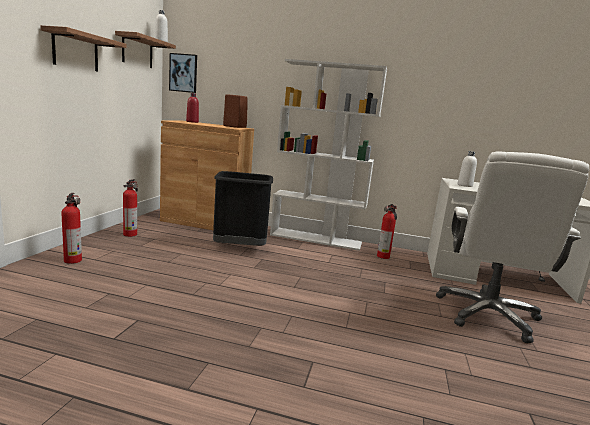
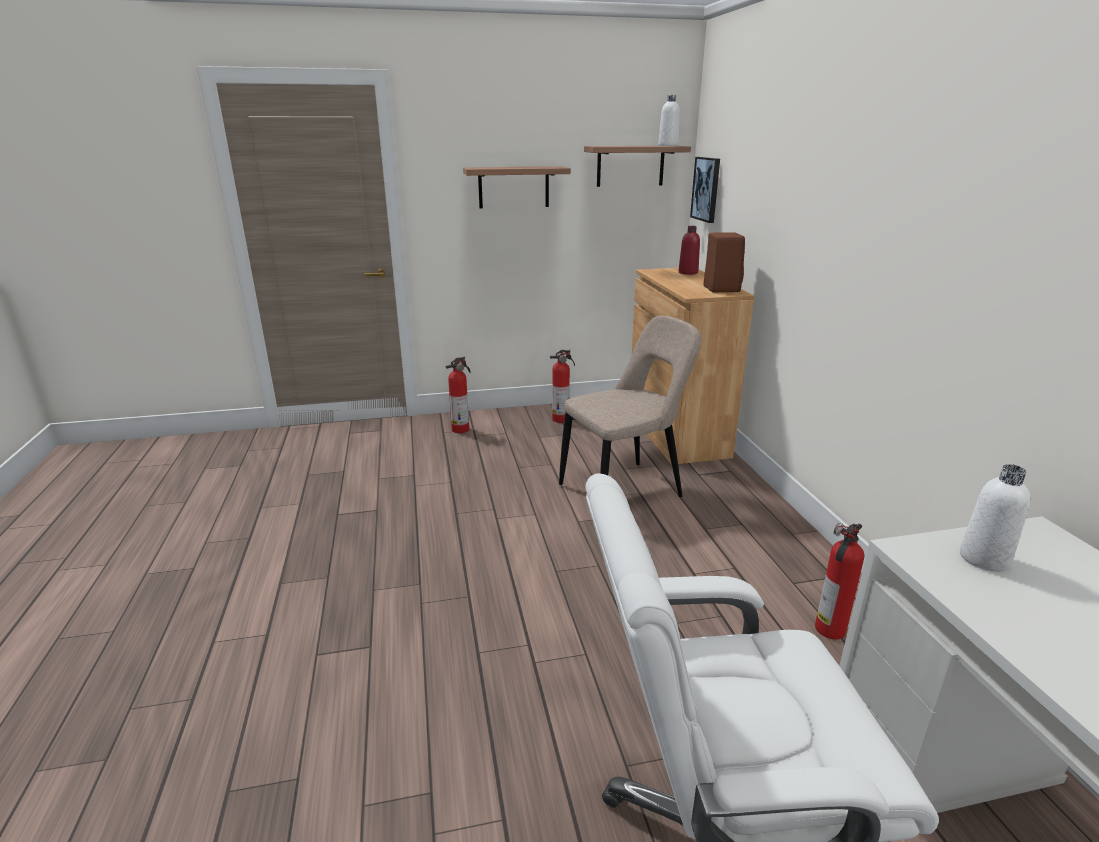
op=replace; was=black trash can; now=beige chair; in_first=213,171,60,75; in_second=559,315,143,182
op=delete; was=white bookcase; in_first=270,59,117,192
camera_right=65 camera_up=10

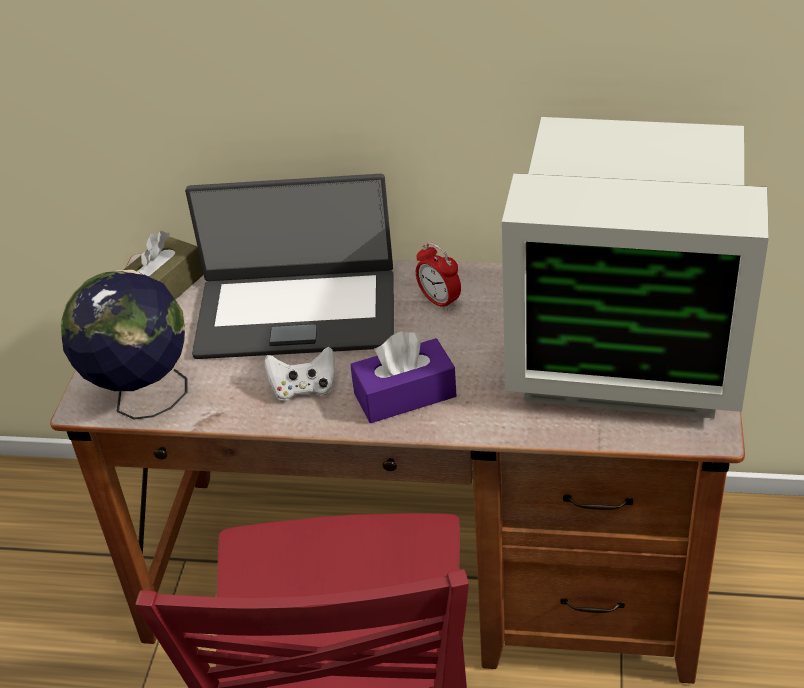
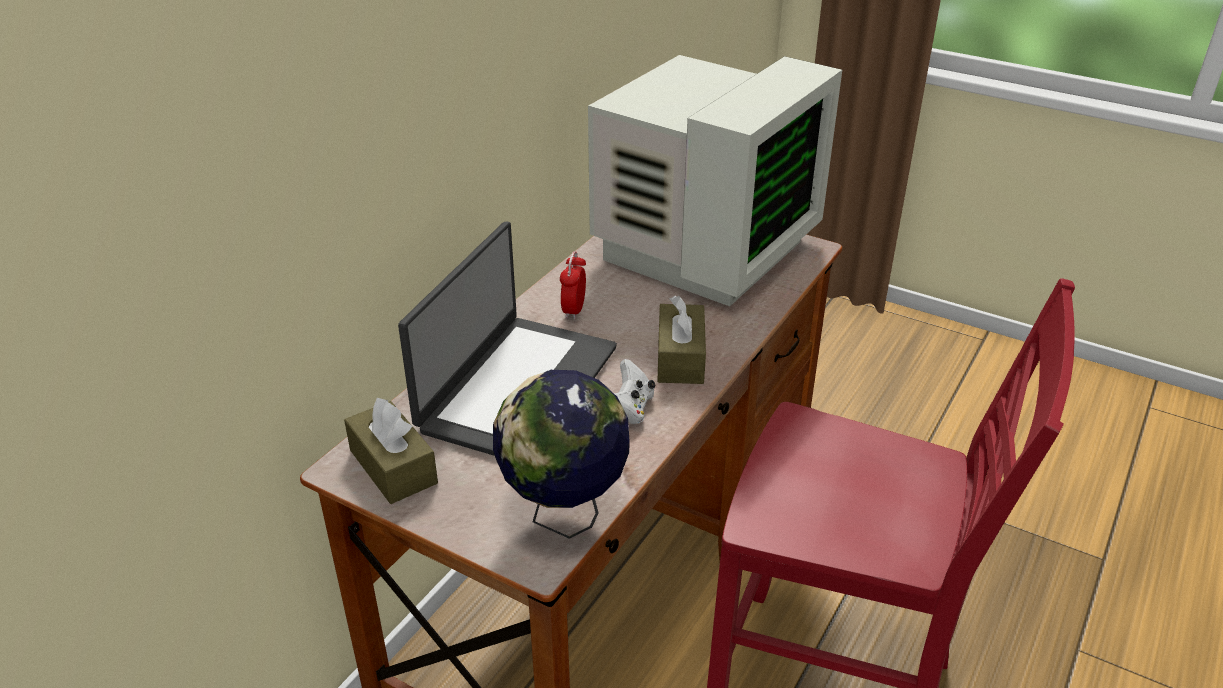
op=rotate; was=alarm clock; in_first=416,242,45,69; in_second=560,251,26,68; clockwise=120
op=recolor; was=purple tissue box; now=brown tissue box; in_first=350,331,106,92; in_second=657,296,49,88
camera_right=-70 camera_up=-5

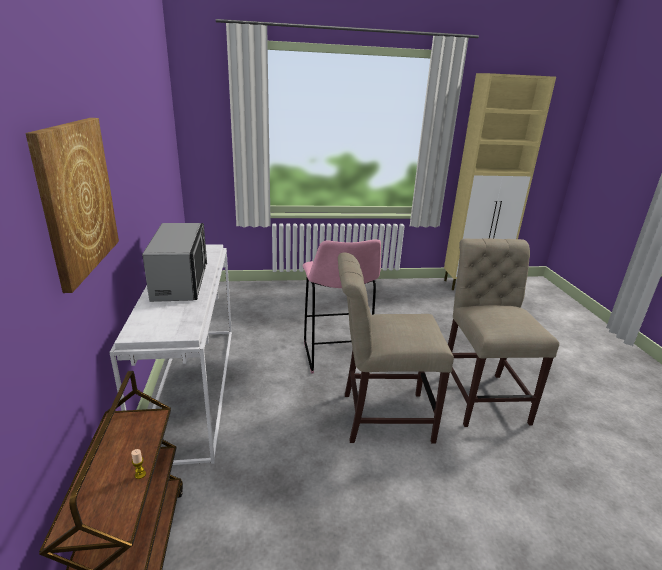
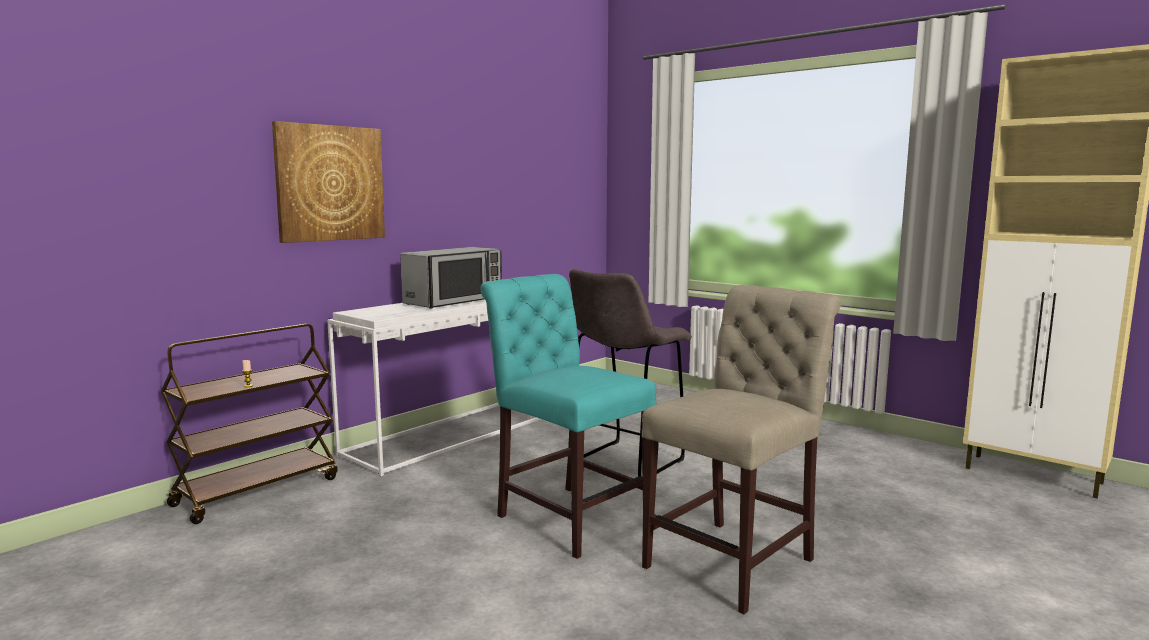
op=recolor; was=beige chair; now=turquoise chair; in_first=338,252,116,191; in_second=481,274,175,285
op=recolor; was=pink stool; now=grey stool; in_first=302,239,79,135; in_second=569,269,123,208
camera_right=50 camera_up=-15

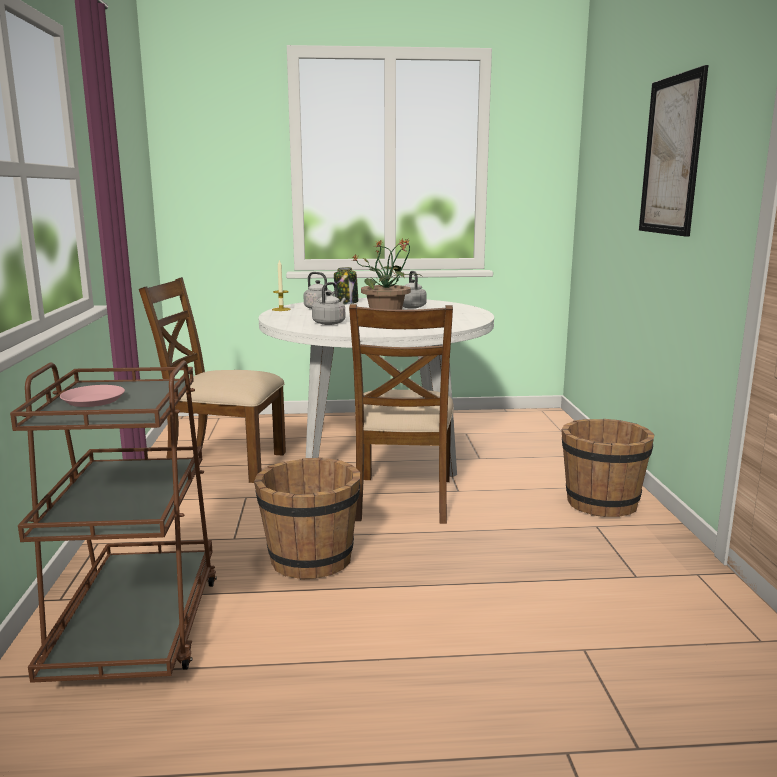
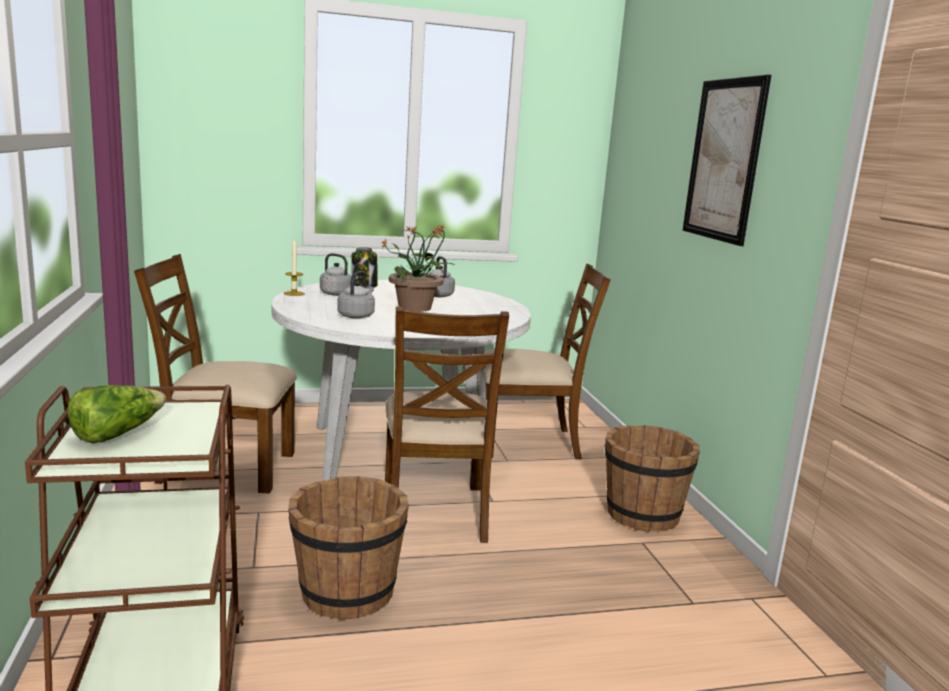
op=replace; was=pink plate; now=lettuce; in_first=60,385,65,22; in_second=67,385,99,59
op=insert; now=brown chair; in_second=485,263,125,197
camera_right=-10 camera_up=0

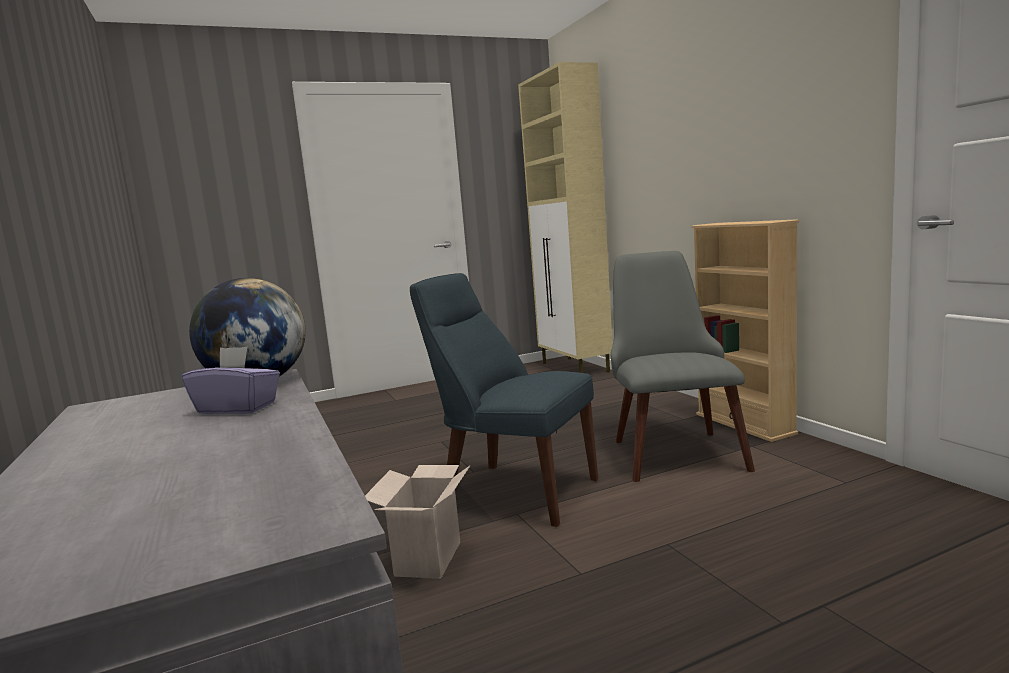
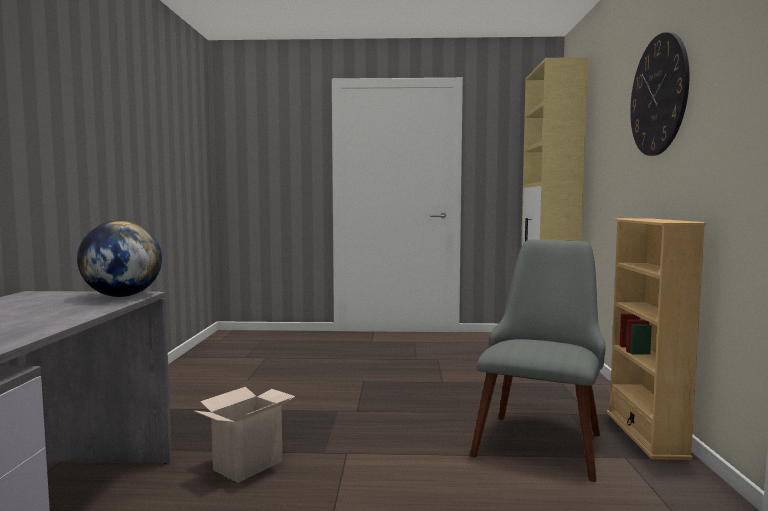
op=insert; now=wall clock; in_second=630,32,59,124
op=delete; was=purple tissue box; in_first=182,347,98,67
op=delete; was=blue chair; in_first=410,273,188,254
camera_right=25 camera_up=-5

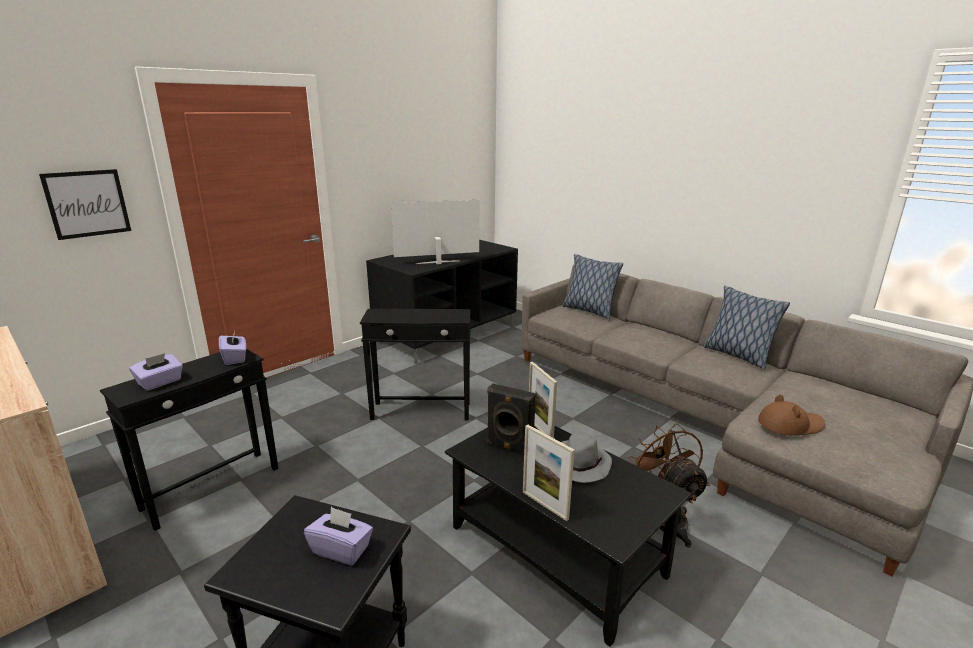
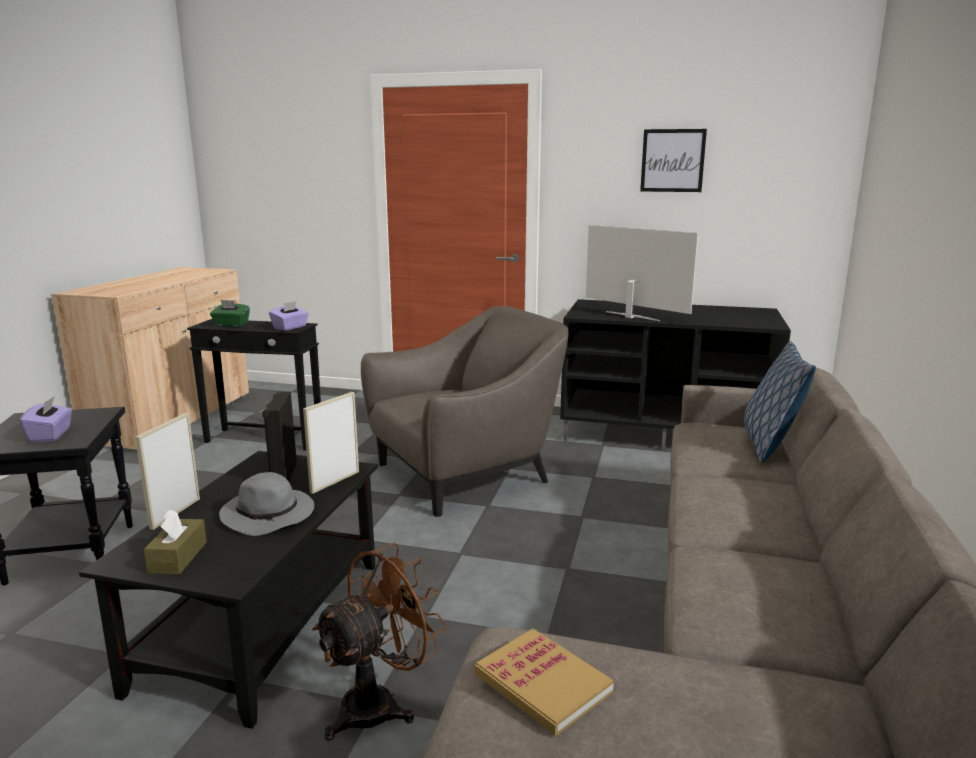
op=insert; now=brown tissue box; in_second=144,509,63,65
op=recolor; was=purple tissue box; now=green tissue box; in_first=129,353,54,38; in_second=210,300,40,27
op=replace; was=black side table; now=grey armchair; in_first=360,309,111,111; in_second=361,306,207,211
op=replace; was=brown hat; now=book; in_first=758,395,67,40; in_second=475,629,139,107
op=move; was=picture; in_first=39,169,92,71; in_second=640,129,67,63
op=delete; was=pillow; in_first=704,286,86,84
camera_right=60 camera_up=-5

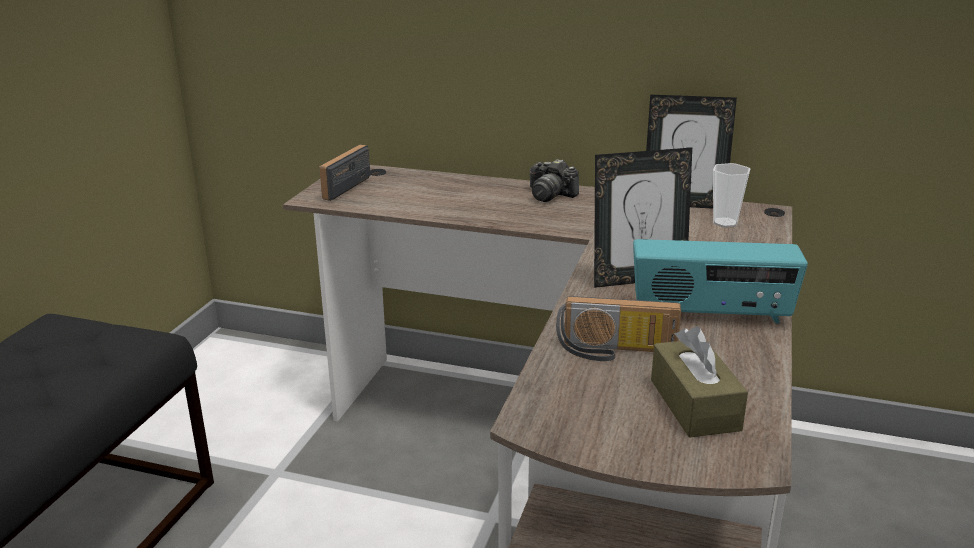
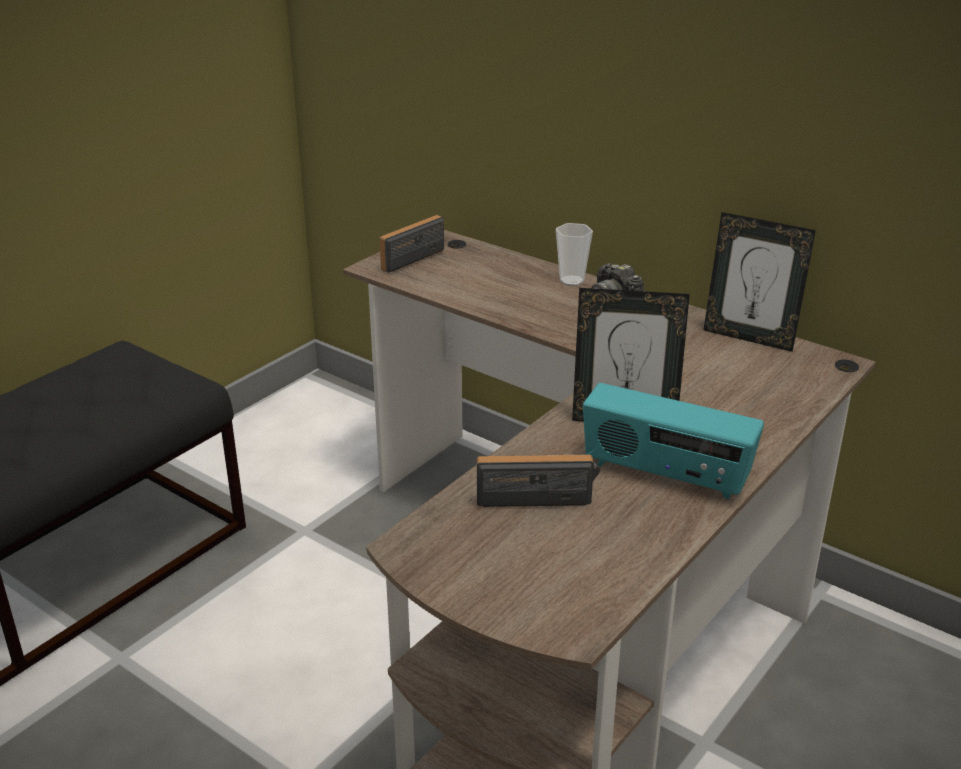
op=rotate; was=radio; in_first=556,296,125,65; in_second=477,454,123,53; clockwise=150
op=move; was=cup; in_first=713,163,37,65; in_second=556,223,37,63
op=delete; was=brown tissue box; in_first=651,326,97,112
camera_right=20 camera_up=5

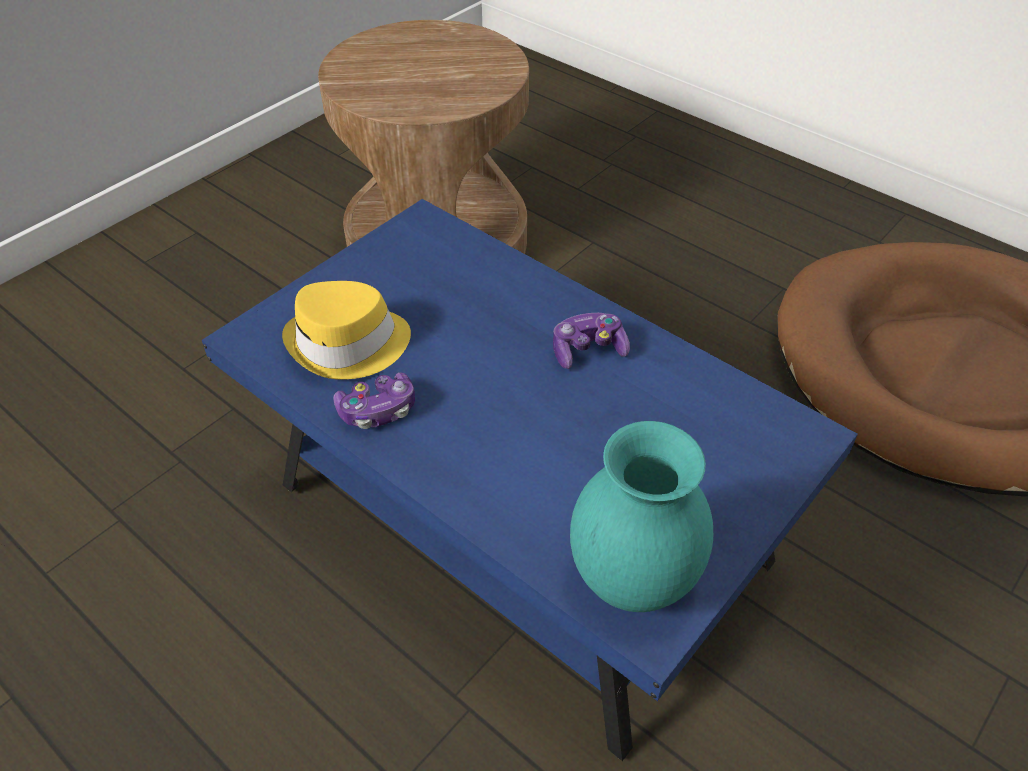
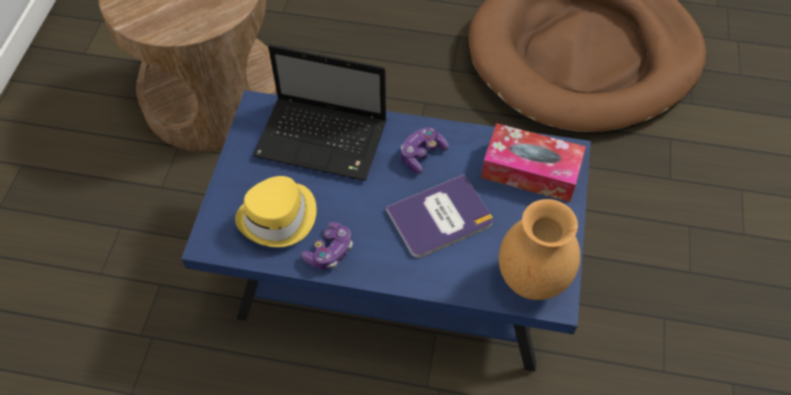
op=insert; now=laptop; in_second=253,45,133,136
op=insert; now=book; in_second=386,174,107,84
op=insert; now=tissue box; in_second=481,123,105,79
op=recolor; was=turquoise vase; now=brown vase; in_first=570,421,143,191; in_second=499,199,81,101
camera_right=-30 camera_up=10

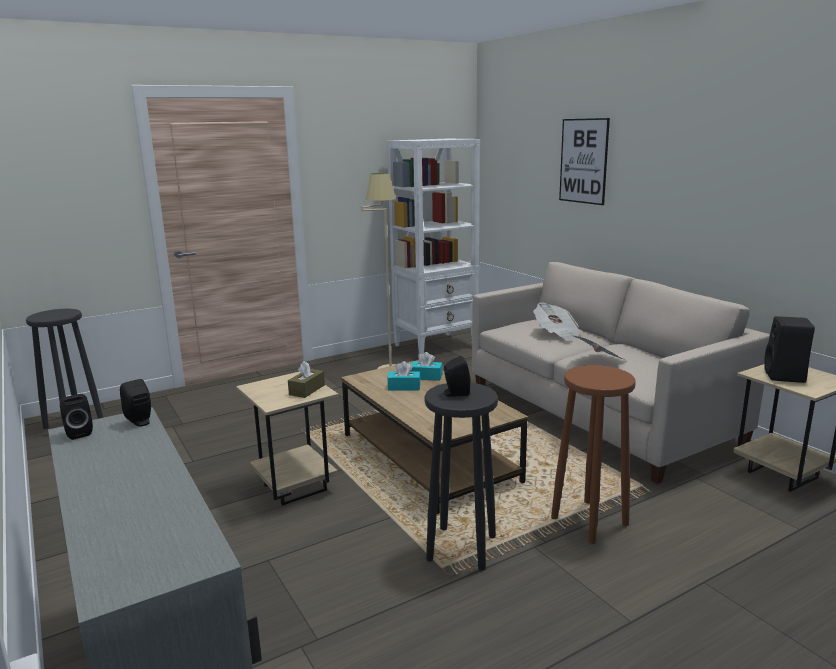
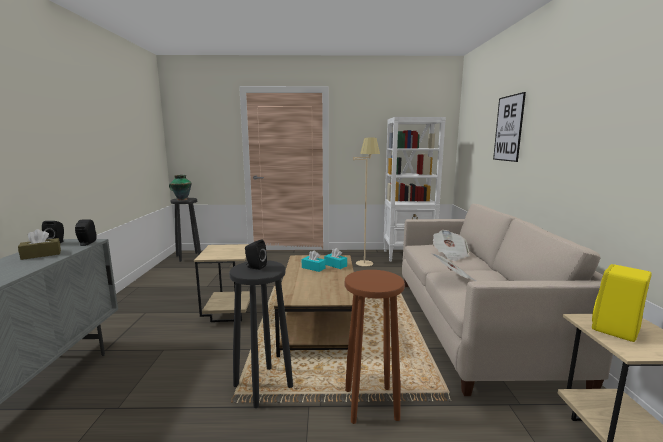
op=move; was=brown tissue box; in_first=288,361,37,37; in_second=18,229,43,31
op=insert; now=vase; in_second=169,175,23,26
op=recolor; was=black speaker; now=yellow speaker; in_first=764,316,51,67; in_second=592,264,60,78
camera_right=30 camera_up=-5

